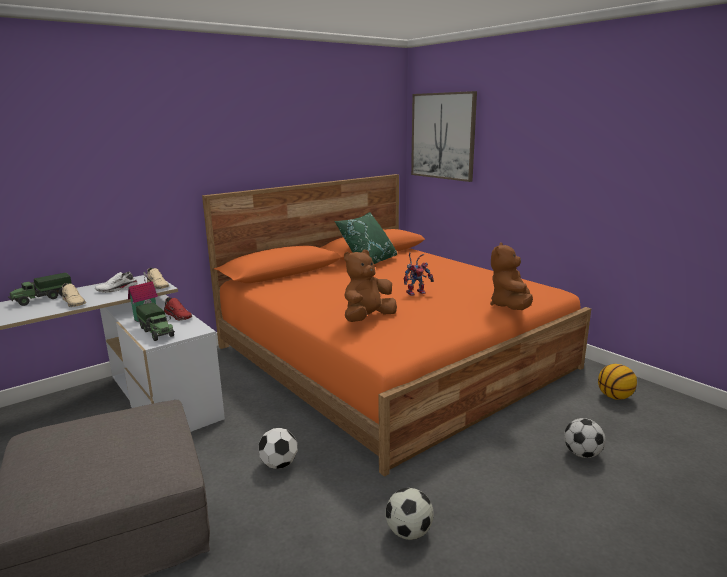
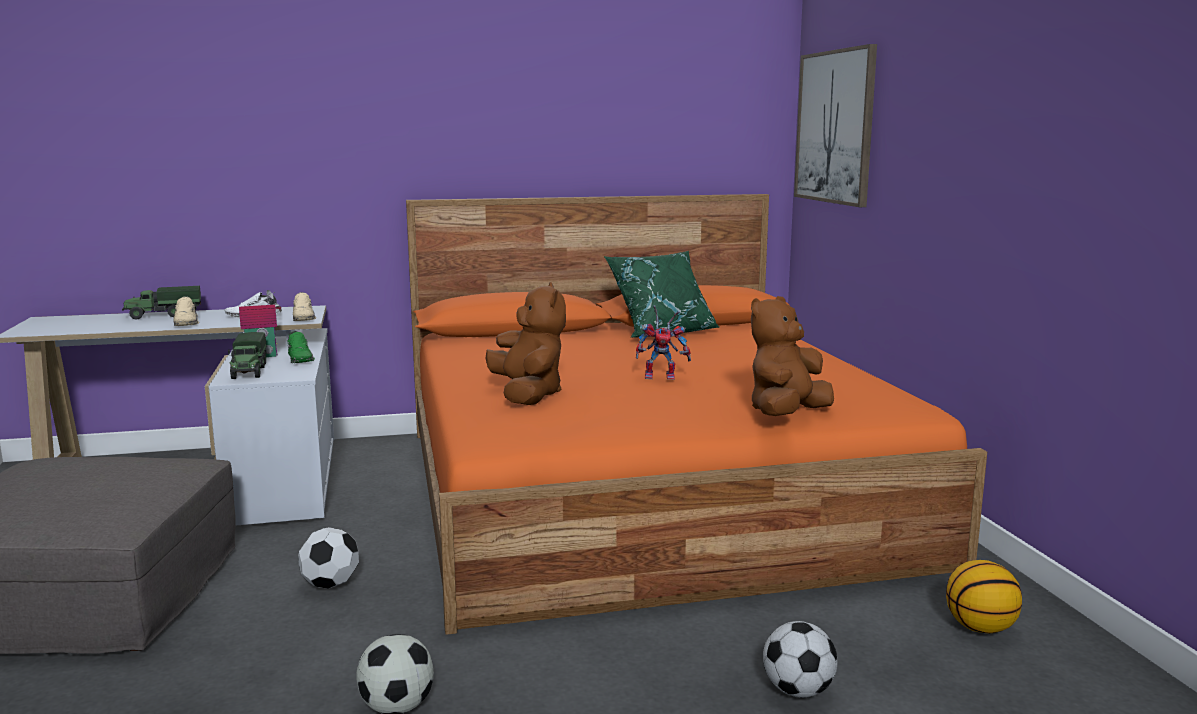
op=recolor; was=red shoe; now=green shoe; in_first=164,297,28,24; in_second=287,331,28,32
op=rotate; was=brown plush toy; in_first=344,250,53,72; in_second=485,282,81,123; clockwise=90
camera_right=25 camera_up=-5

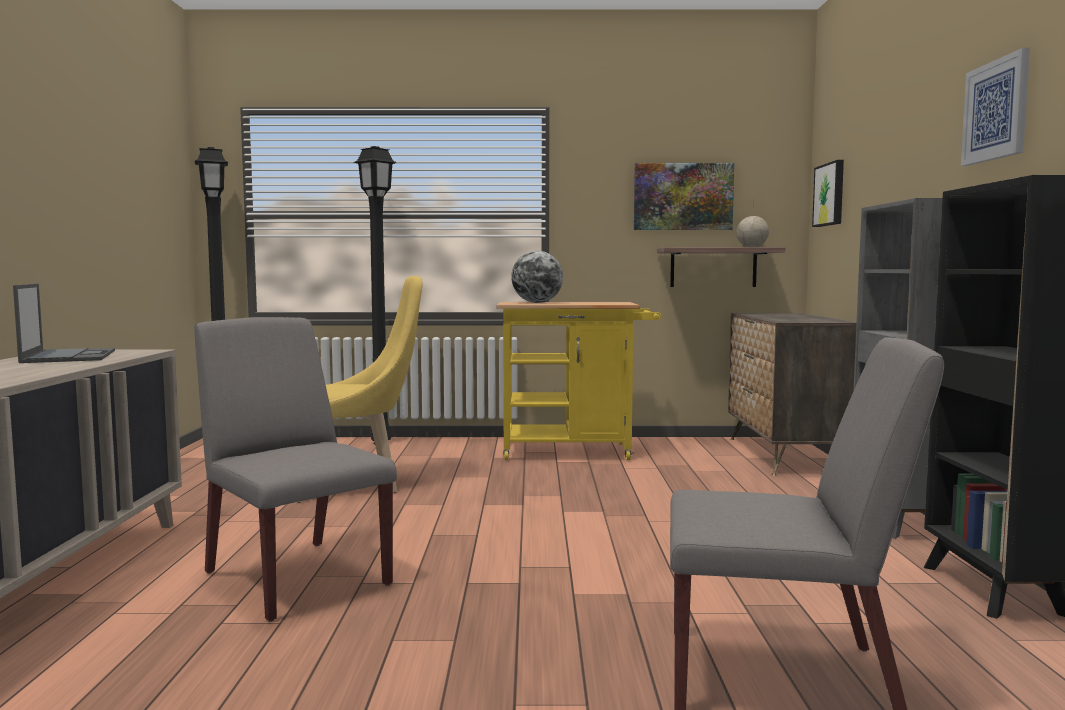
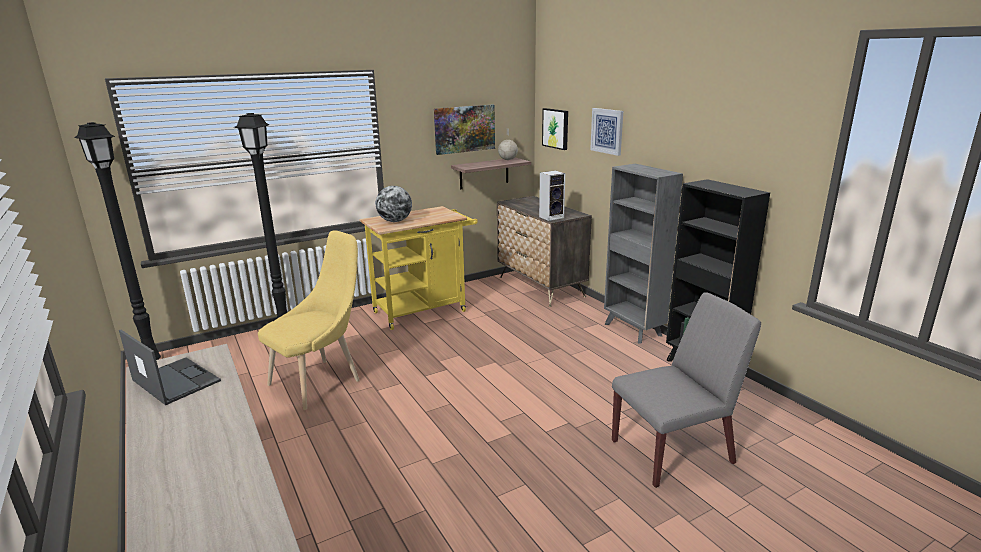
op=insert; now=speaker; in_second=539,171,26,50
op=move; was=picture; in_first=961,48,69,118; in_second=590,108,33,48
op=delete; was=grey chair; in_first=194,317,203,305
camera_right=-30 camera_up=15

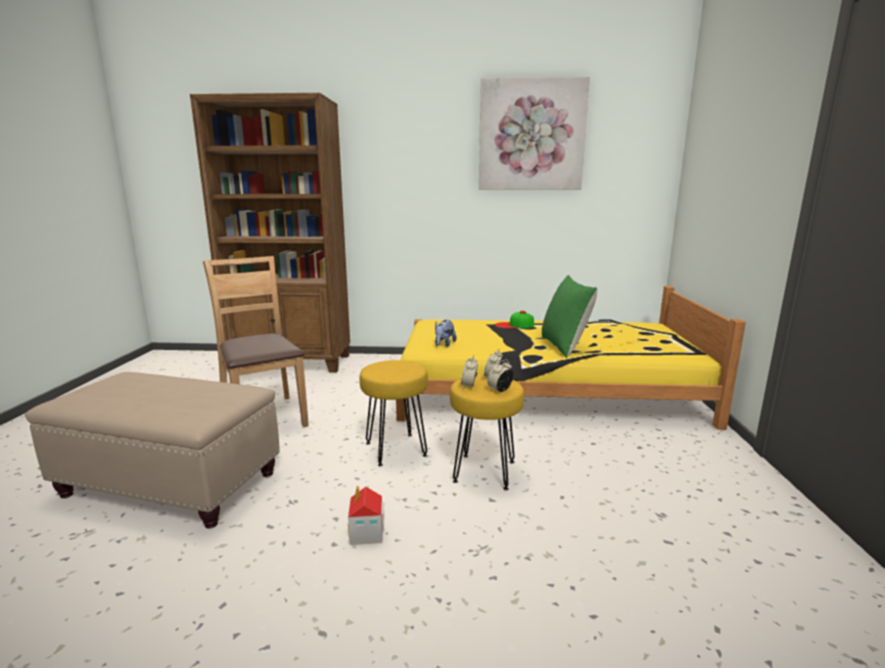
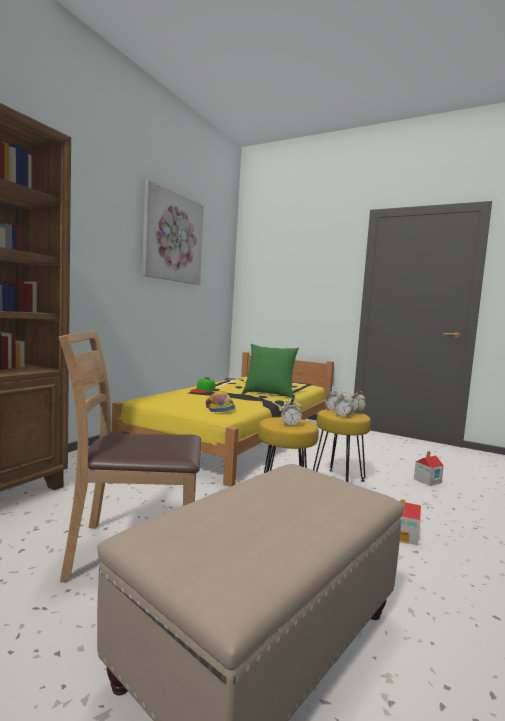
op=replace; was=plush toy; now=cap; in_first=435,320,22,27; in_second=206,391,29,21
op=insert; now=alarm clock; in_second=281,398,21,28
op=insert; now=toy house; in_second=414,451,30,35
camera_right=-65 camera_up=-10

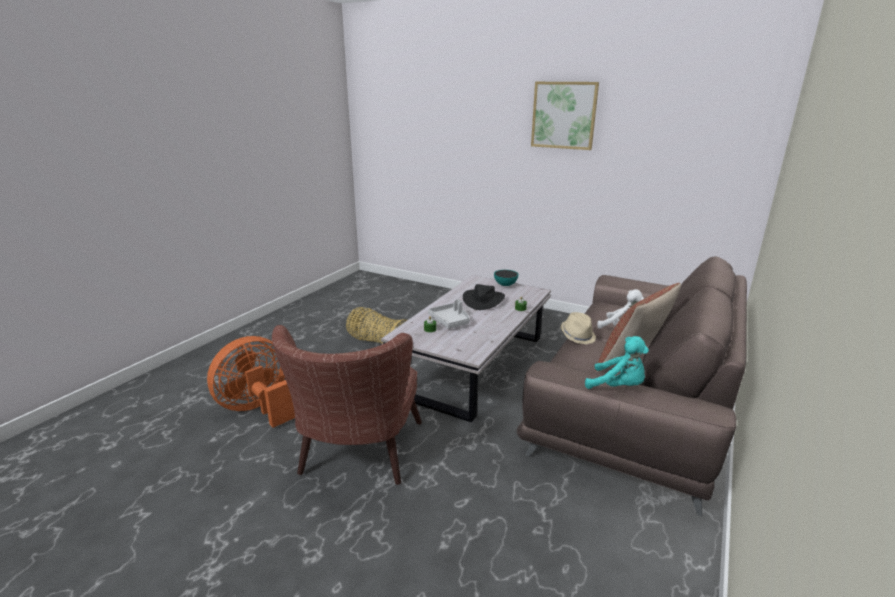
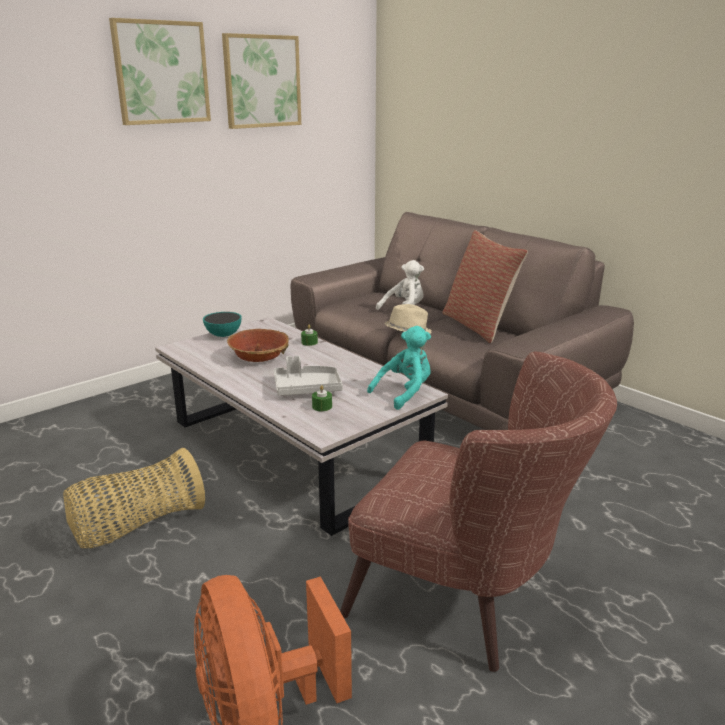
op=insert; now=picture; in_second=222,33,79,96
op=replace; was=black hat; now=bowl; in_first=463,284,42,26; in_second=227,329,62,33
op=move; was=turquoise plush toy; in_first=585,336,64,53; in_second=367,326,64,84
camera_right=-70 camera_up=0

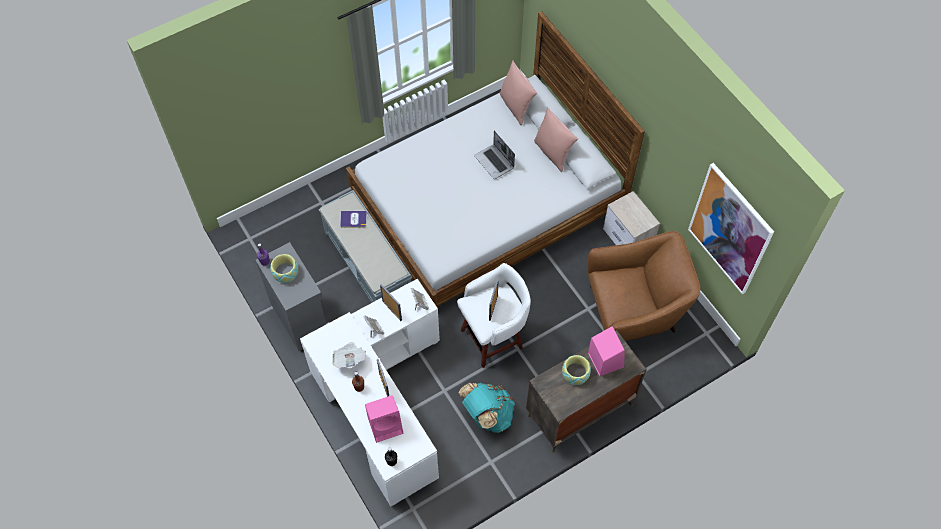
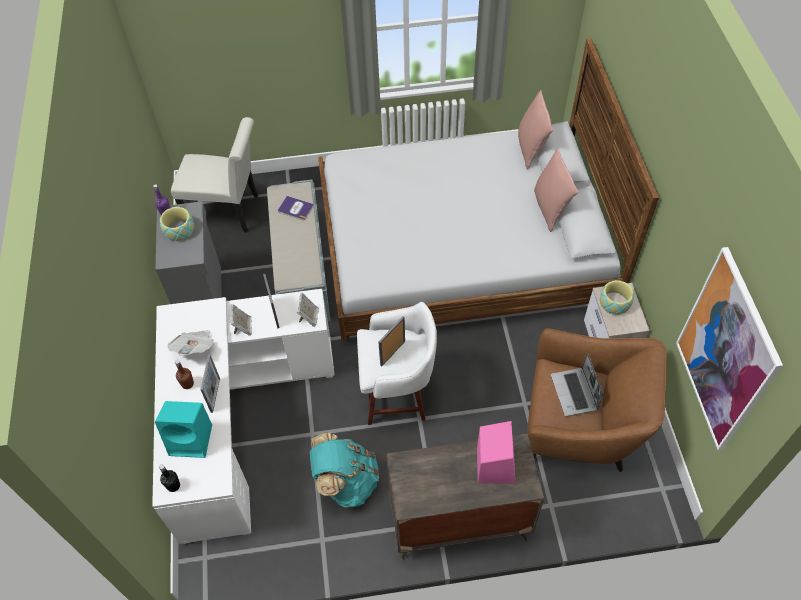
op=recolor; was=pink speaker; now=turquoise speaker; in_first=365,395,38,48; in_second=155,401,57,57
op=insert; now=white chair; in_second=171,117,87,116
op=move; was=laptop; in_first=474,131,41,48; in_second=551,352,53,64
op=move; was=bowl; in_first=562,355,29,30; in_second=600,280,34,35
camera_right=25 camera_up=-5

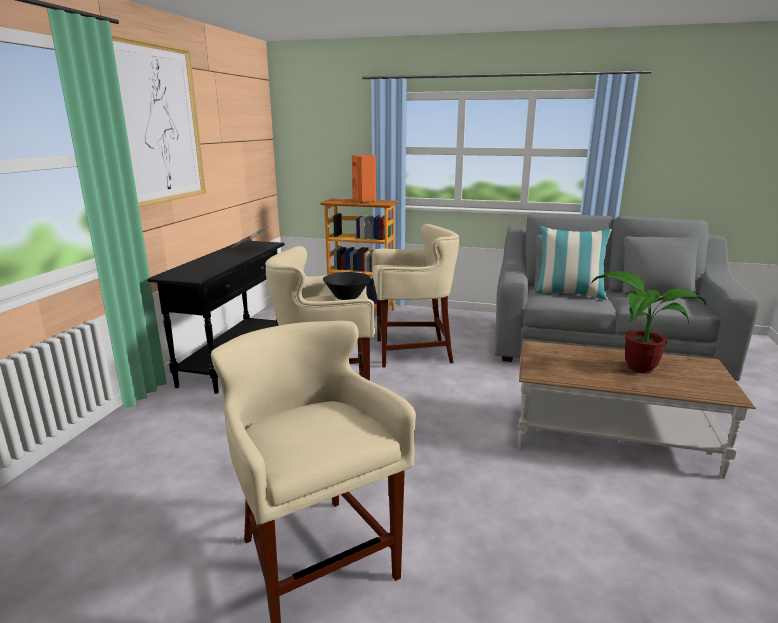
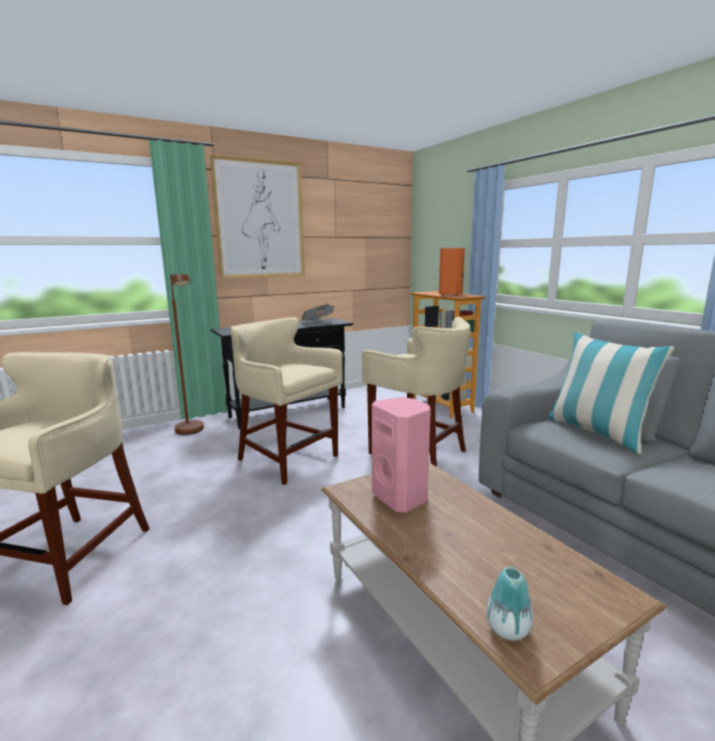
op=insert; now=brown floor lamp; in_second=170,274,34,161
op=insert; now=pink speaker; in_second=372,397,59,116
op=insert; now=vase; in_second=486,567,47,74
op=delete; was=black bowl; in_first=323,272,48,28
op=delete; was=potted plant; in_first=591,271,115,103
camera_right=45 camera_up=-5

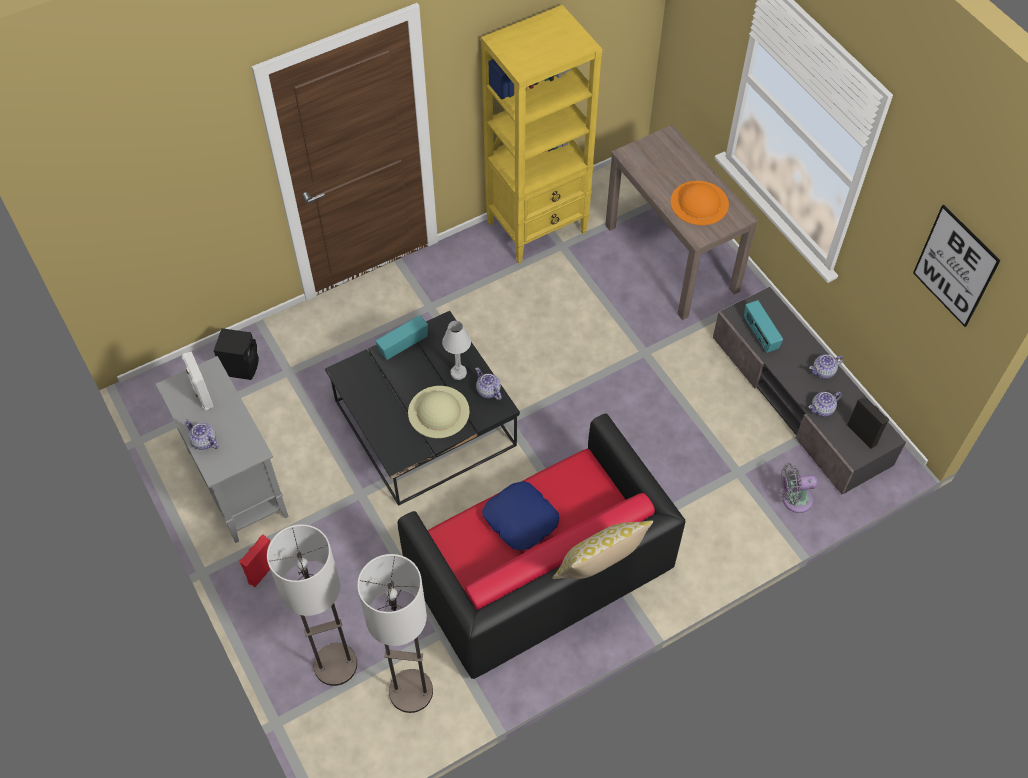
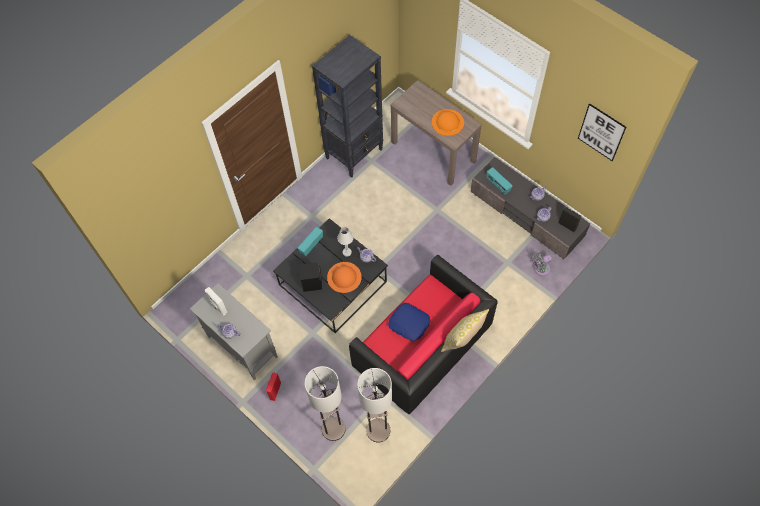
op=move; was=black speaker; in_first=214,328,45,52; in_second=299,263,23,29
op=recolor; was=yellow bookcase; now=black bookcase; in_first=481,5,121,259; in_second=312,35,71,143
op=recolor; was=beige hat; now=orange hat; in_first=408,386,62,52; in_second=327,262,35,31
camera_right=-15 camera_up=5

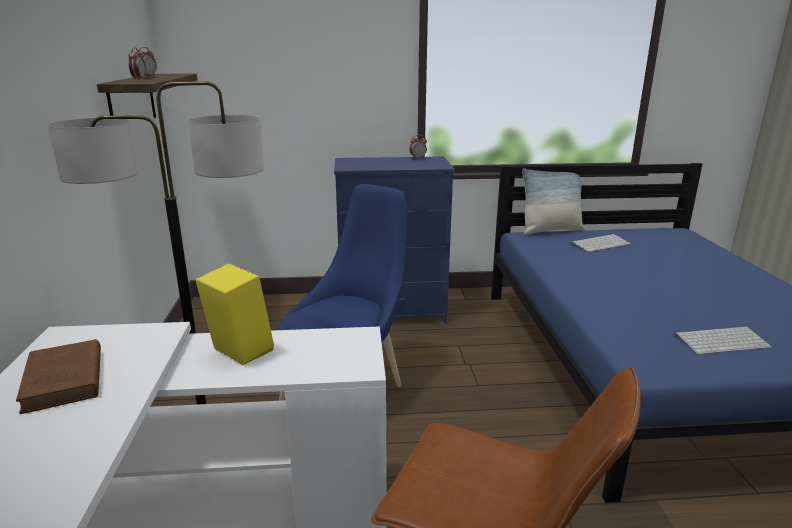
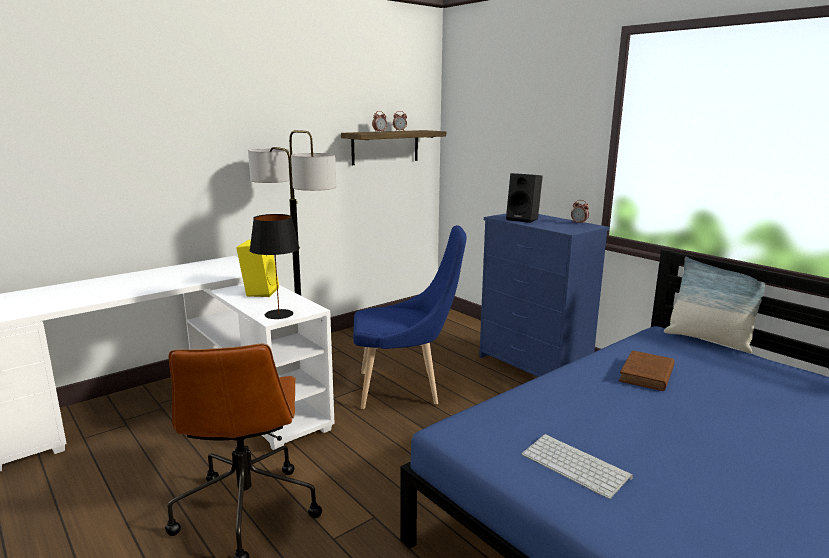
op=insert; now=black table lamp; in_second=249,214,51,105
op=insert; now=black speaker; in_second=506,173,37,50
op=move; was=brown book; in_first=16,339,85,75; in_second=619,350,56,41
op=delete; was=keyboard; in_first=571,234,60,18
camera_right=55 camera_up=-5

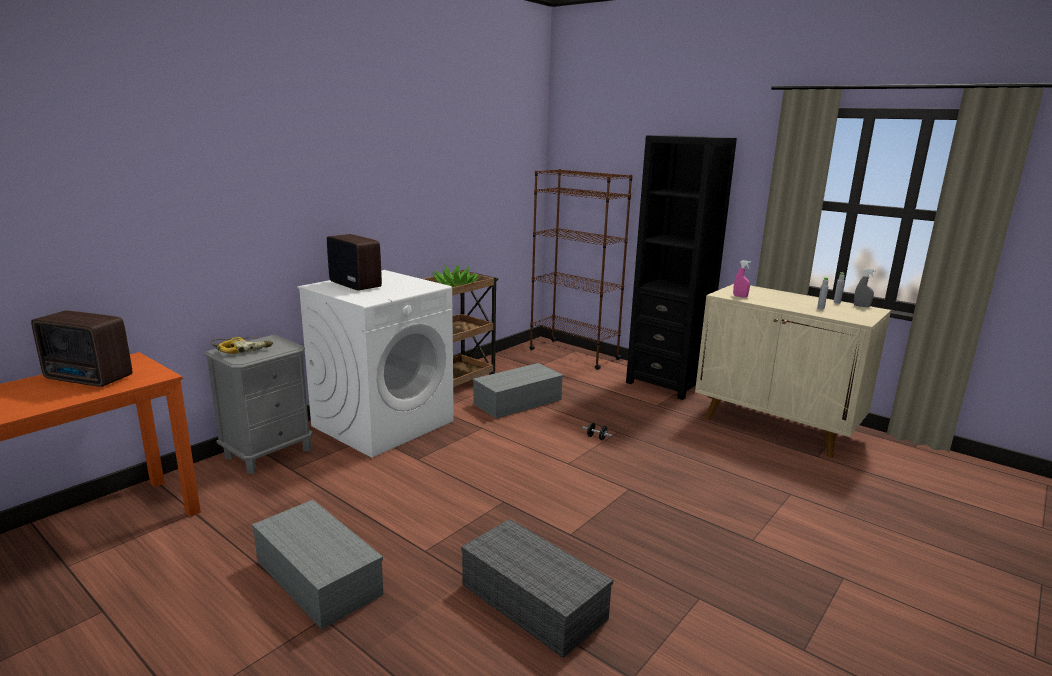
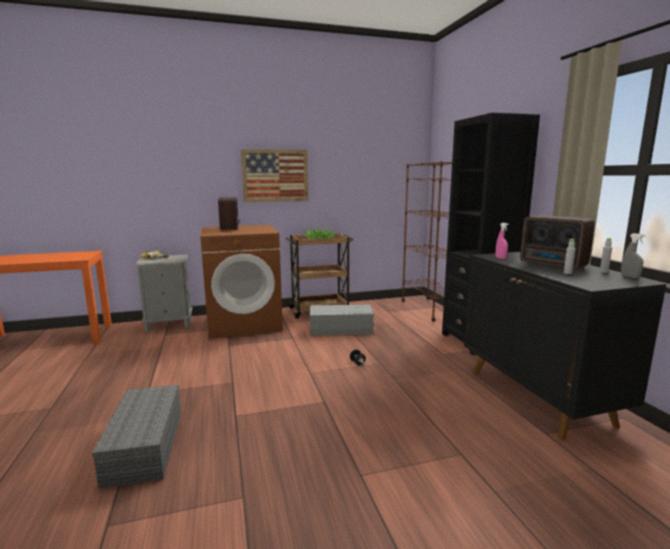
op=recolor; was=white washing machine; now=brown washing machine; in_first=297,270,157,188; in_second=200,225,83,114
op=insert; now=picture; in_second=241,149,67,53
op=recolor; was=beige cabinet; now=black cabinet; in_first=695,284,196,174; in_second=464,252,202,188
op=move; was=radio; in_first=31,311,101,76; in_second=520,215,75,54
op=delete; was=grey storage box; in_first=252,500,132,130
camera_right=35 camera_up=-5

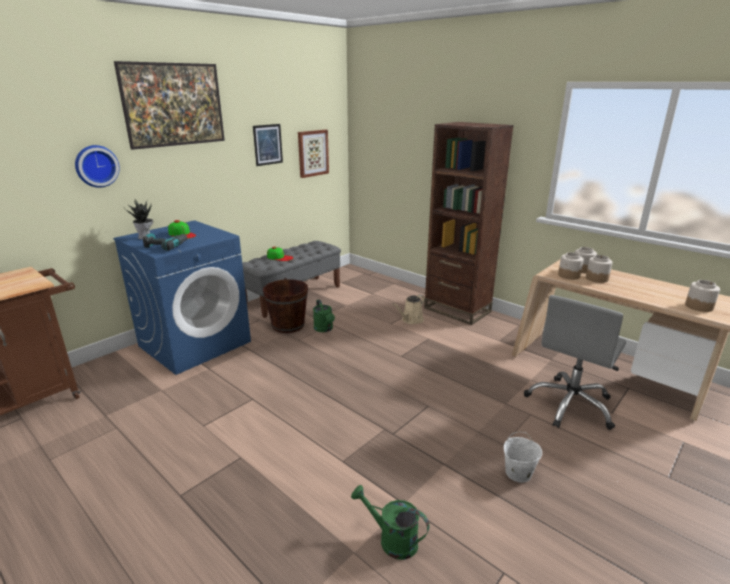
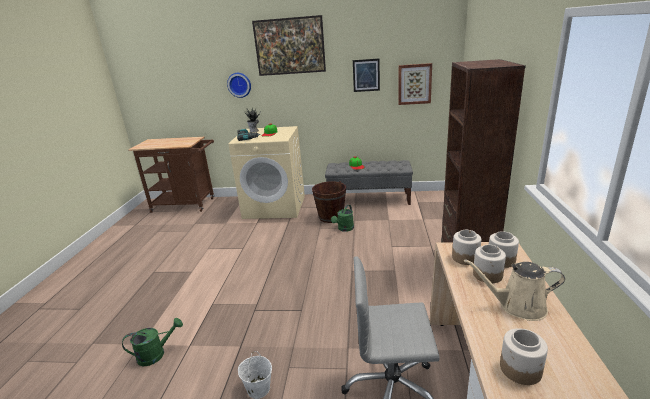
op=rotate; was=green watering can; in_first=351,485,78,75; in_second=122,318,61,48; clockwise=75
op=recolor; was=blue washing machine; now=beige washing machine; in_first=113,220,138,155; in_second=228,126,77,93
op=move; was=beige watering can; in_first=393,295,32,29; in_second=464,259,101,62
camera_right=55 camera_up=0

